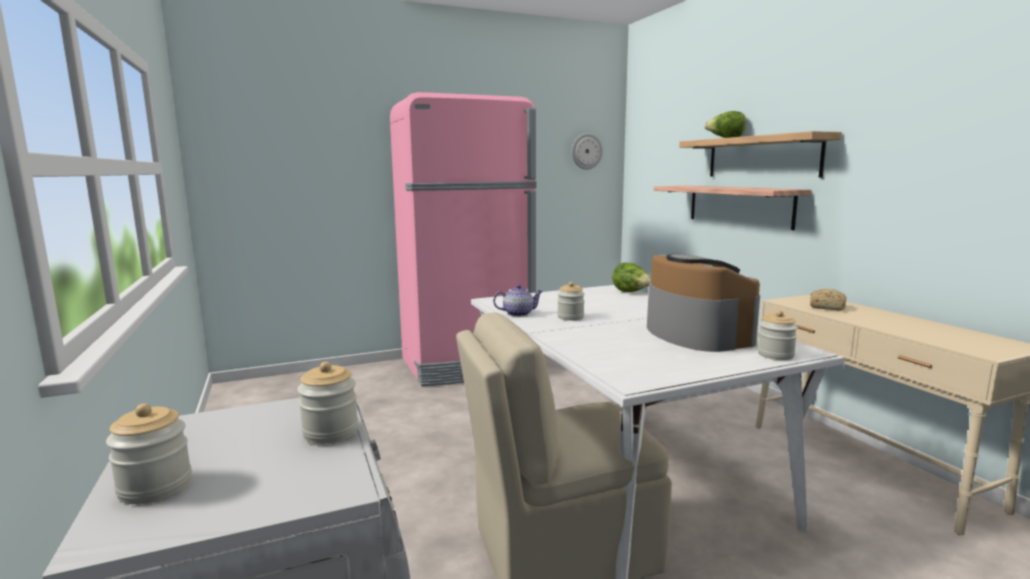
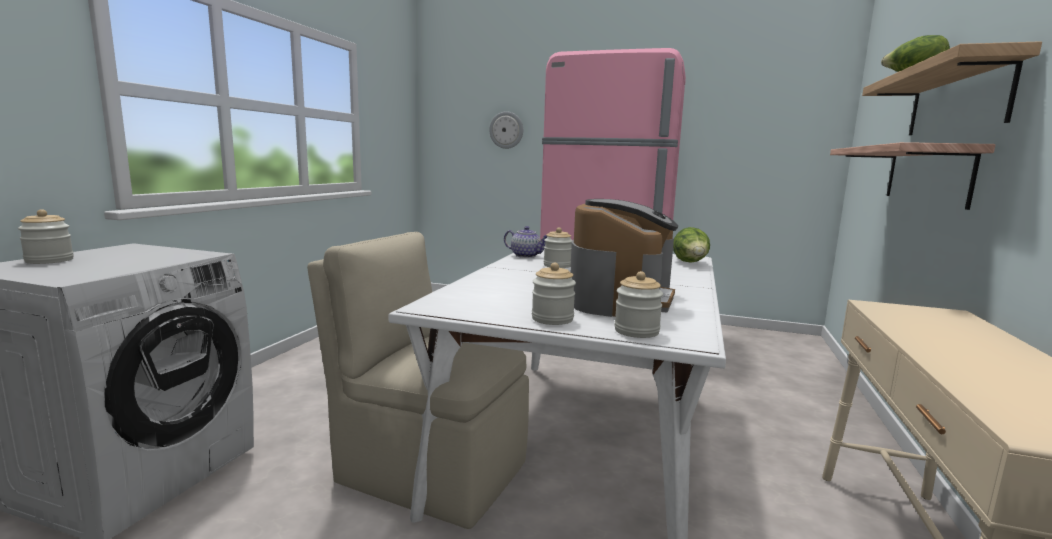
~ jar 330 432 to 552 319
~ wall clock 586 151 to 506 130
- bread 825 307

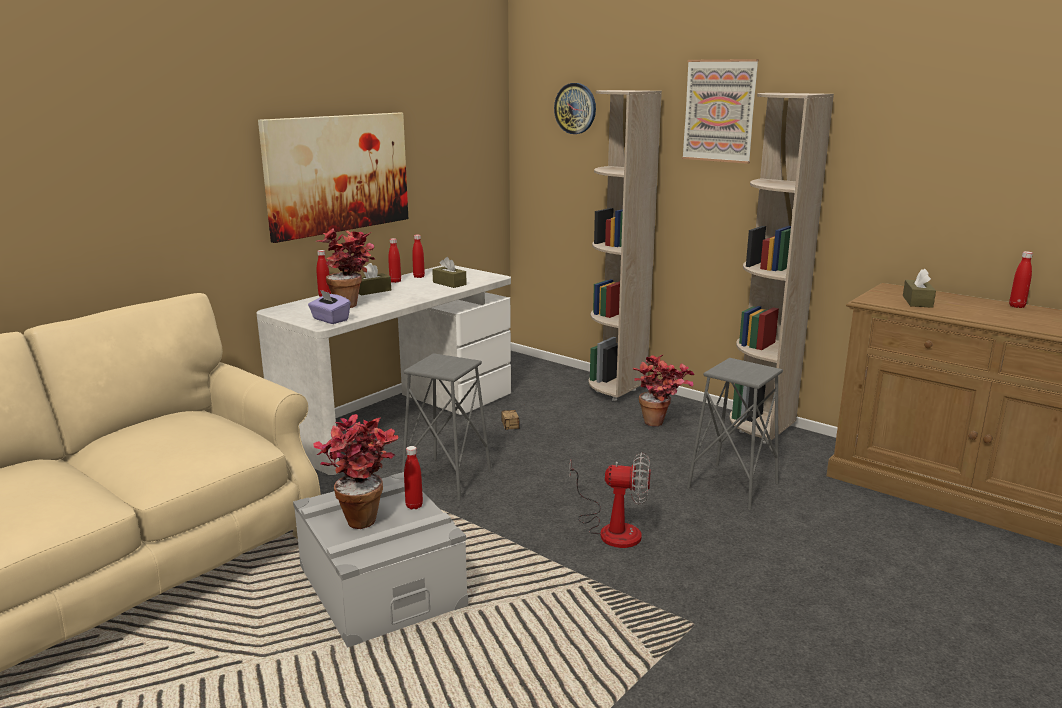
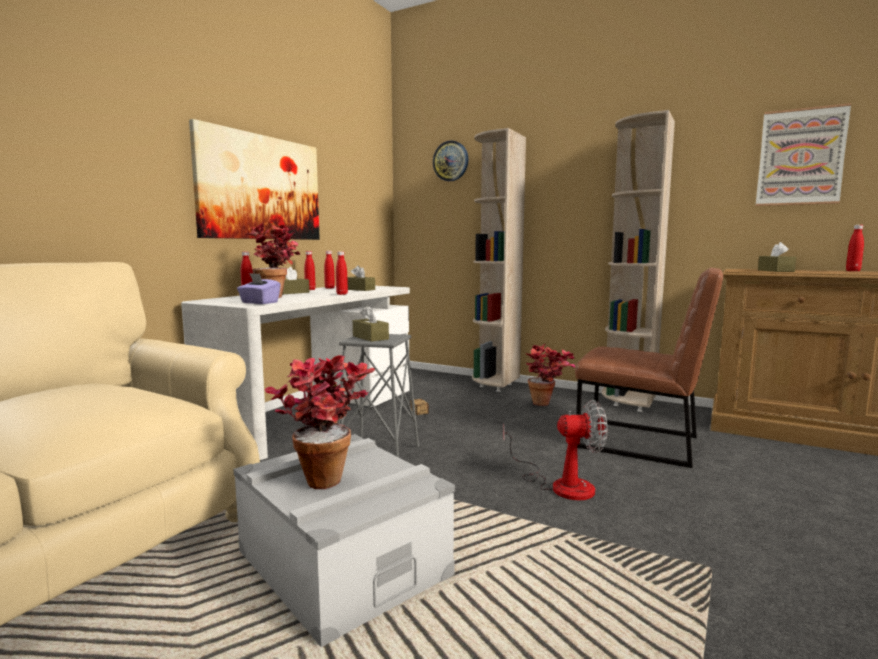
~ bottle/red 414 506 to 342 294
~ picture 719 111 to 800 157
~ stool/grey 732 486 to chair/brown 641 443
+ tissue box/brown 370 337

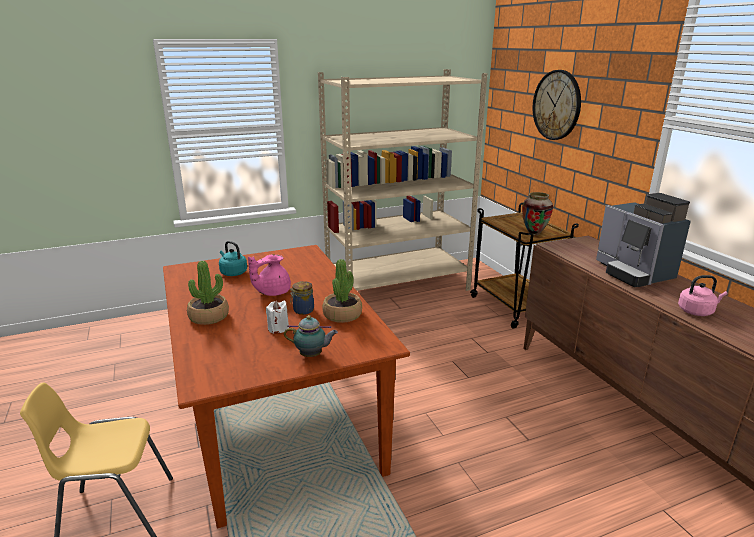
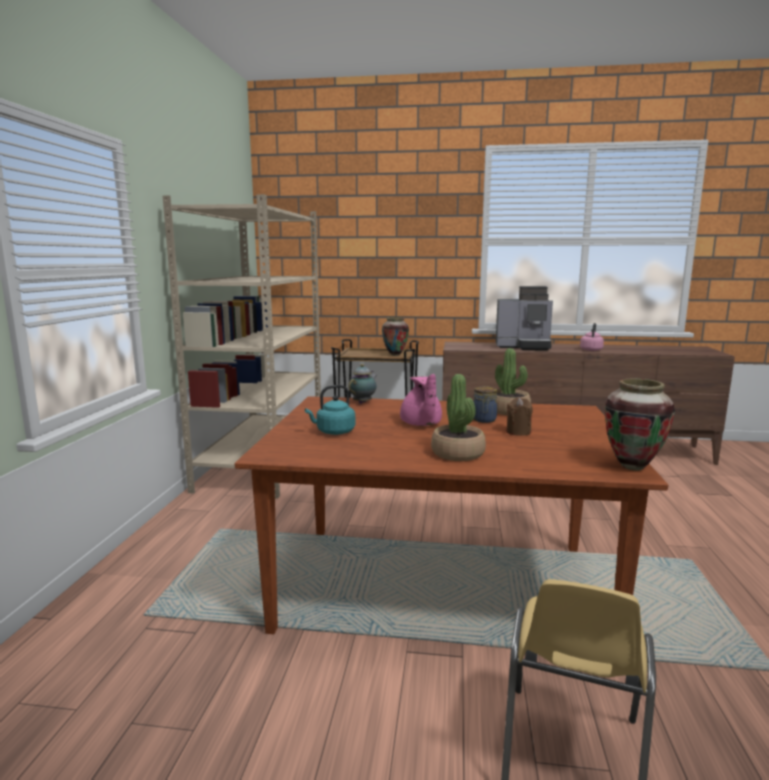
~ candle/white 278 328 to candle/brown 518 432
~ teapot 312 355 to 363 402
- wall clock 557 105
+ vase 632 467

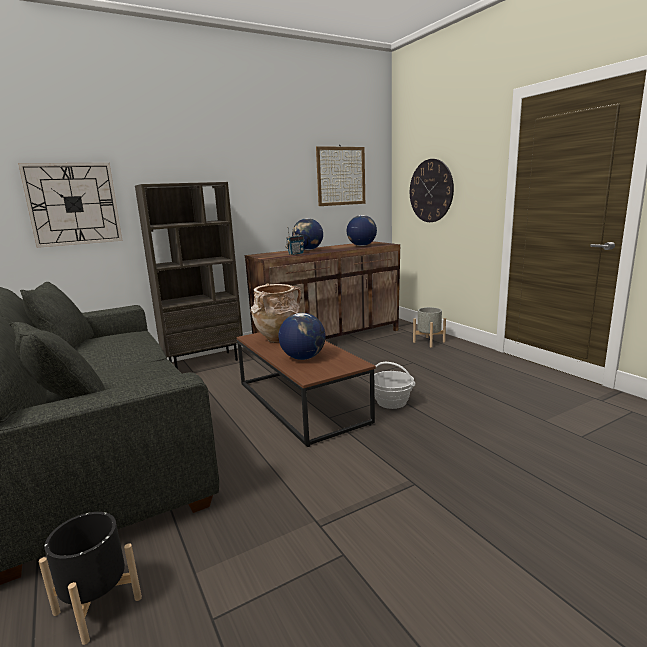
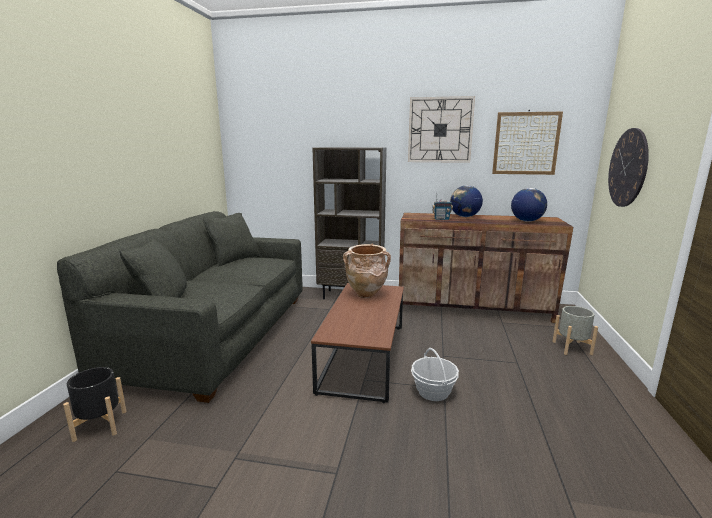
~ wall clock 73 204 to 440 130
- globe 303 358

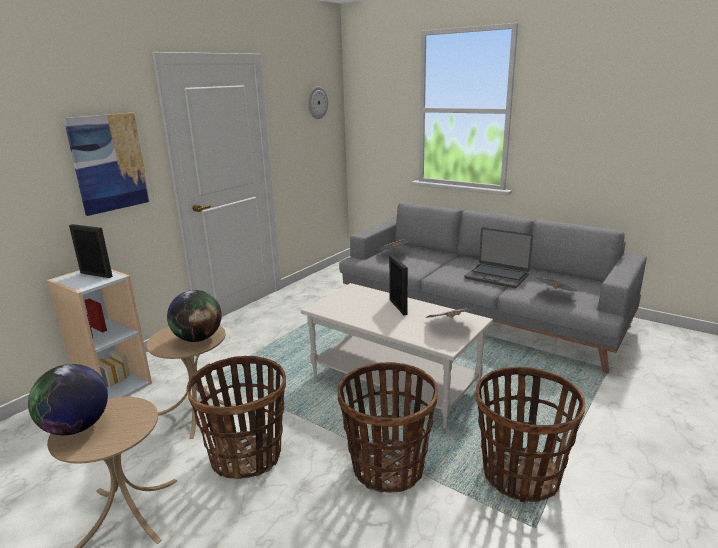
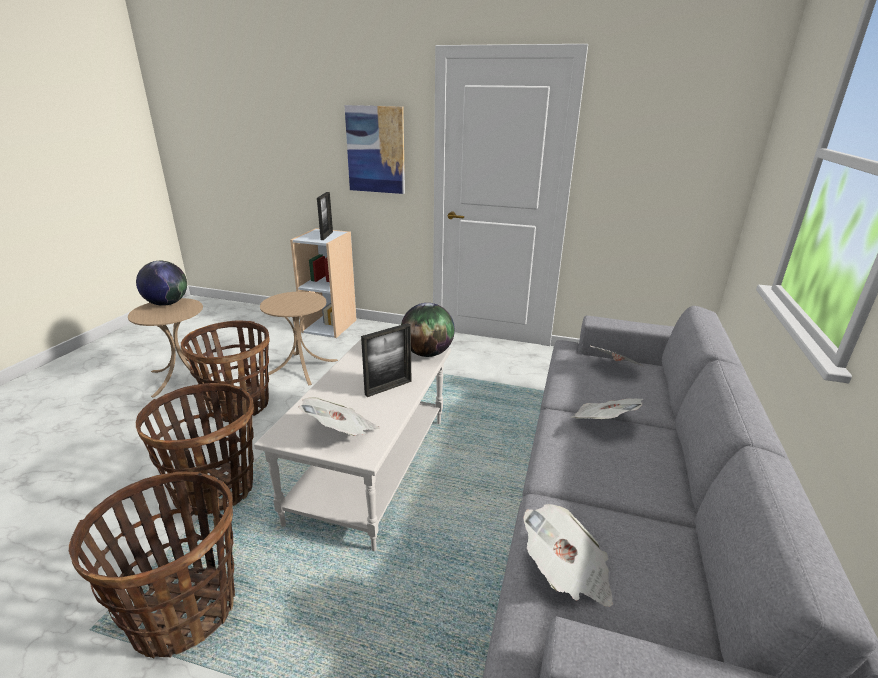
~ globe 198 338 to 427 353
- wall clock 317 102
- laptop 497 276
+ newspaper 602 422

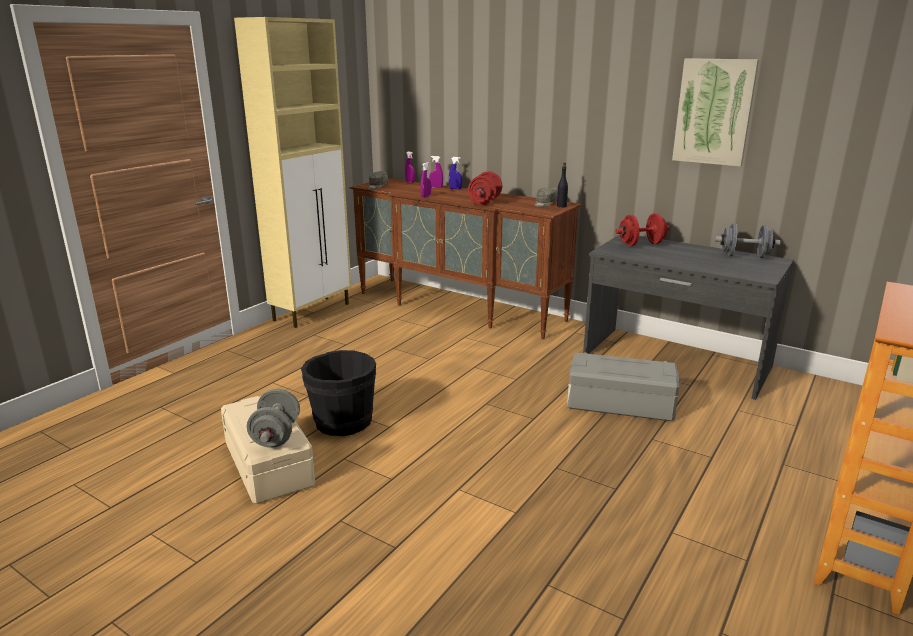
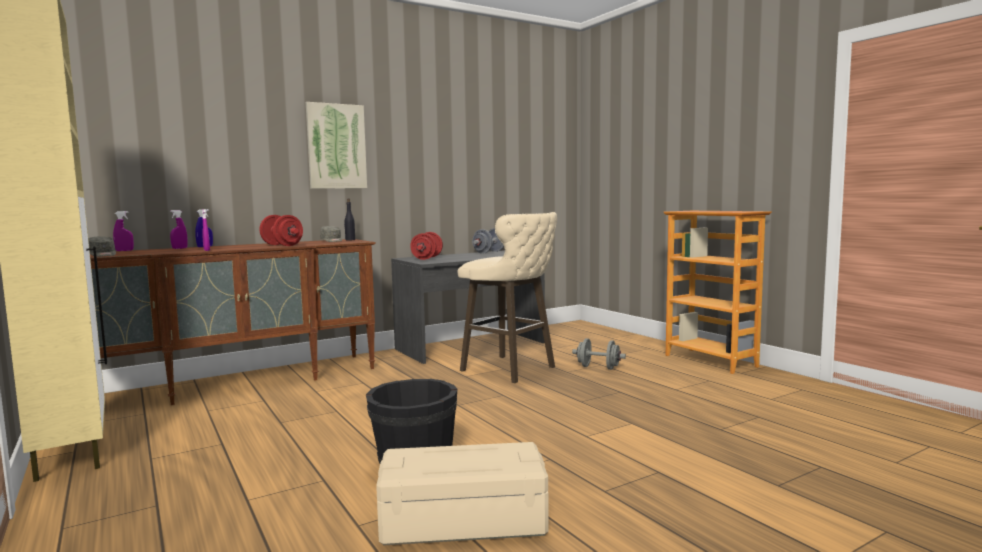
~ dumbbell/grey 276 436 to 598 367
~ storage box/grey 619 404 to stool/beige 511 369
~ picture 714 112 to 336 146

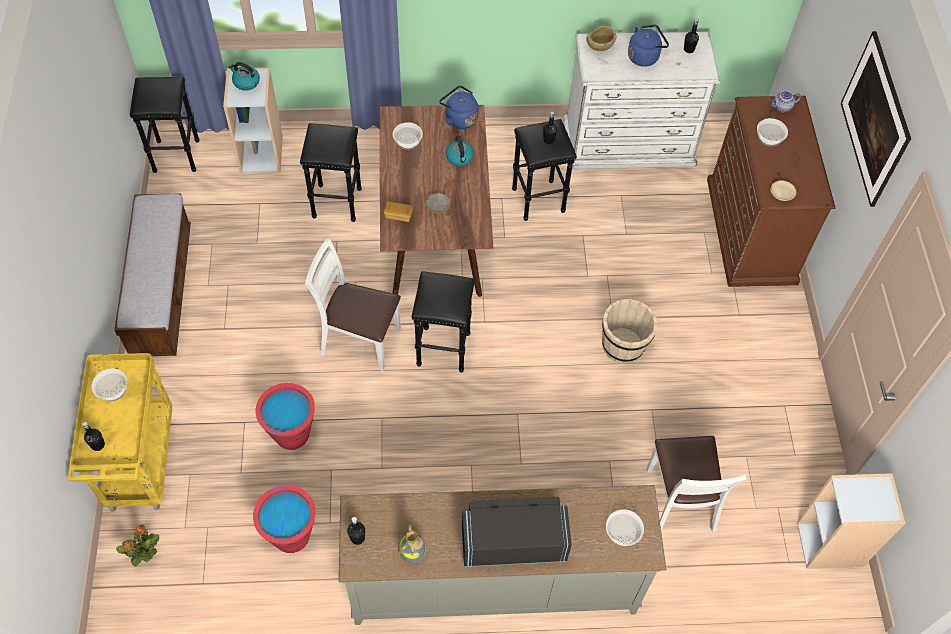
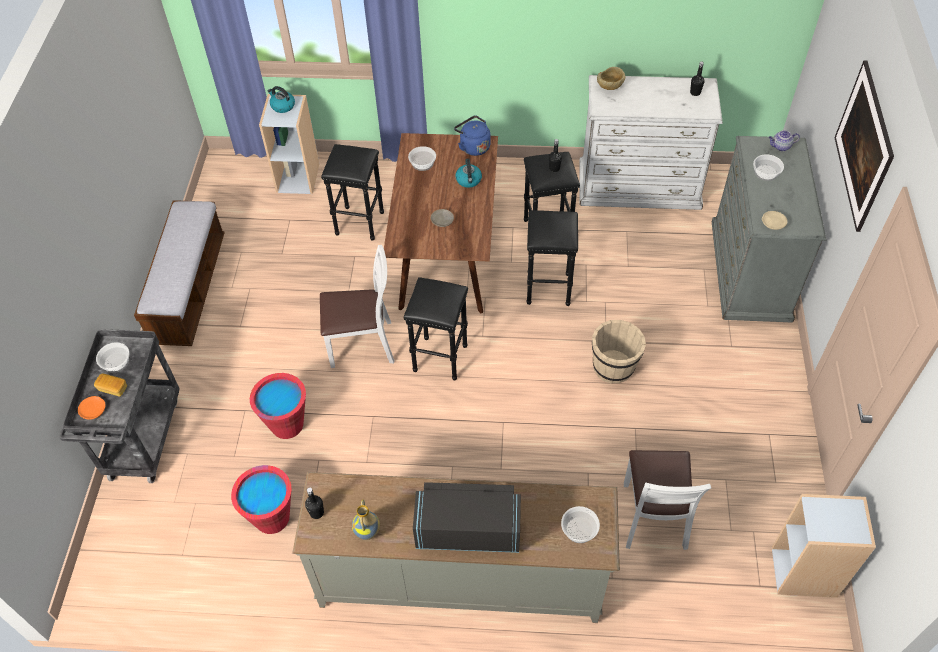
~ cart/yellow 141 467 to cart/grey 144 443
~ bottle/black 98 445 to plate/orange 93 410
- potted plant 145 554
~ stool/black 177 156 to 549 289
~ chair/white 359 340 = 362 344 150 degrees clockwise
~ bread 398 215 to 113 388
- kettle/blue 644 56
~ dresser/brown 751 231 to dresser/grey 751 270

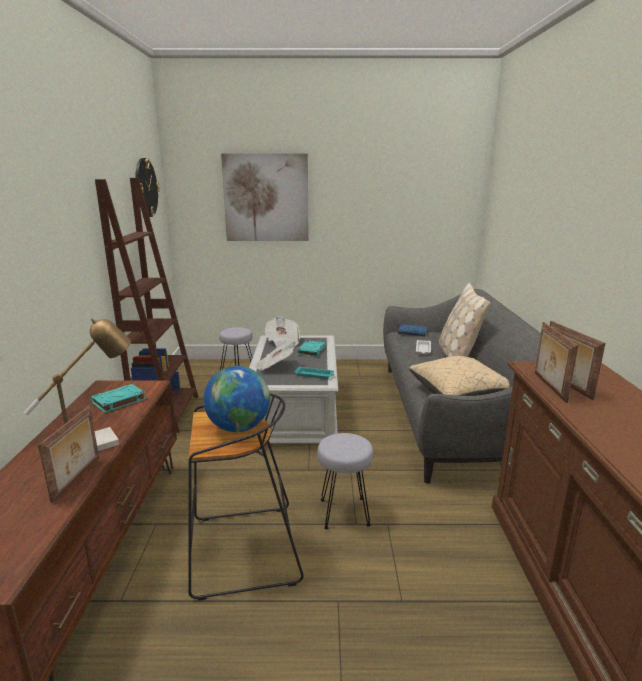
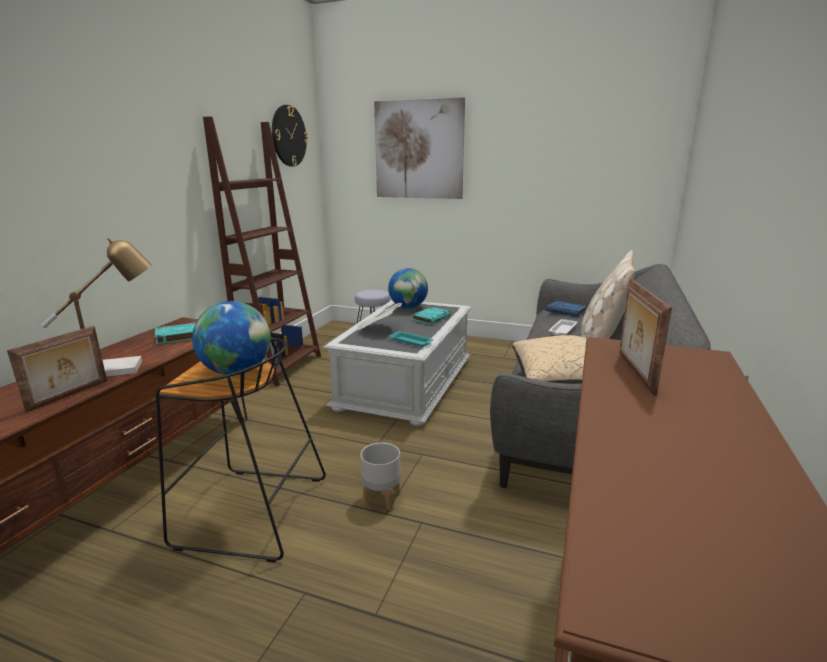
~ newspaper 282 342 to globe 408 307
~ stool/grey 343 512 to planter/grey 381 498
- picture frame 548 386

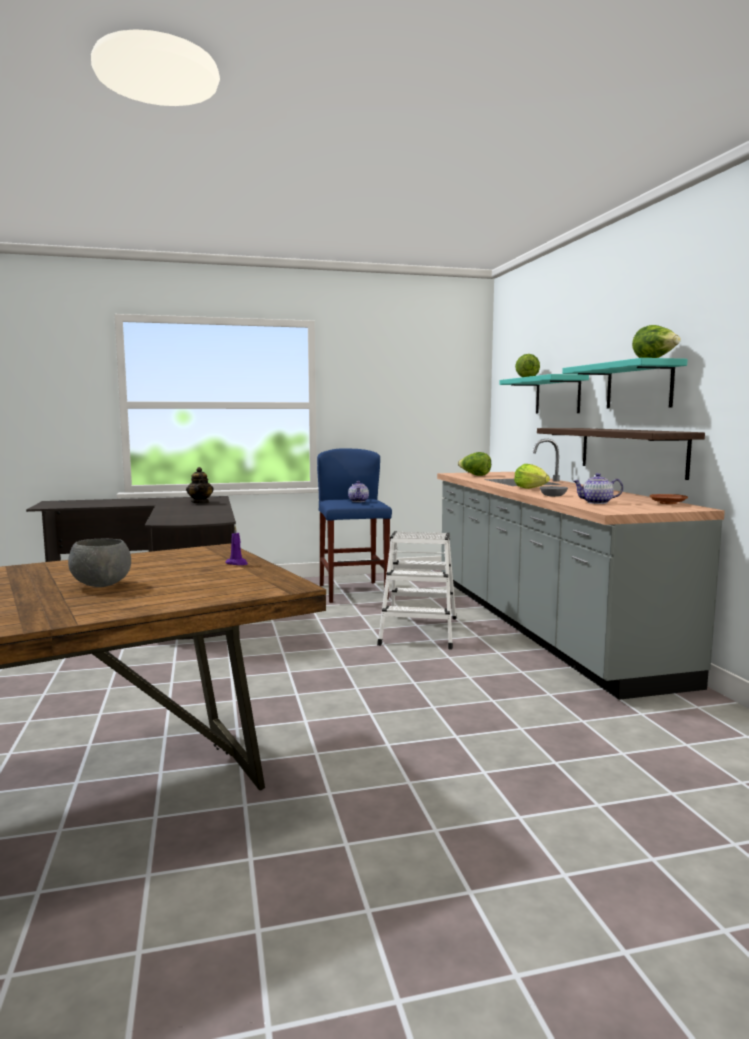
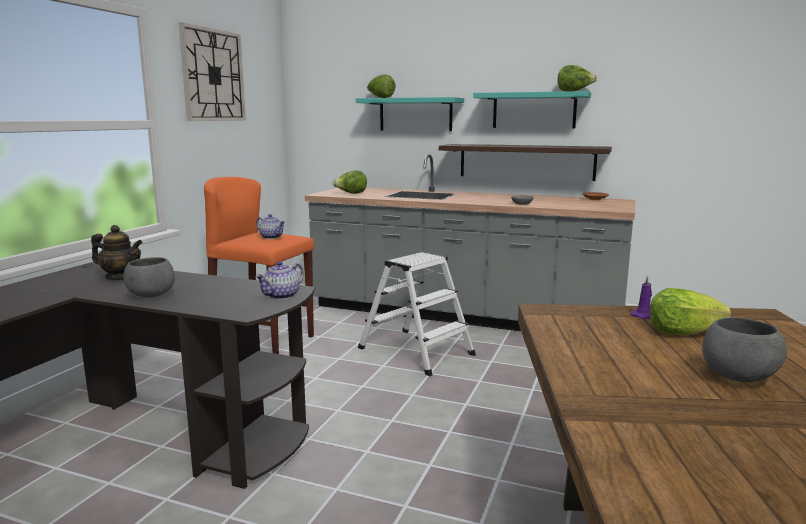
~ stool/blue 353 592 to stool/orange 263 341
~ lettuce 530 488 to 682 332
~ teapot 596 502 to 282 296
+ bowl/grey 151 295
+ wall clock 213 75

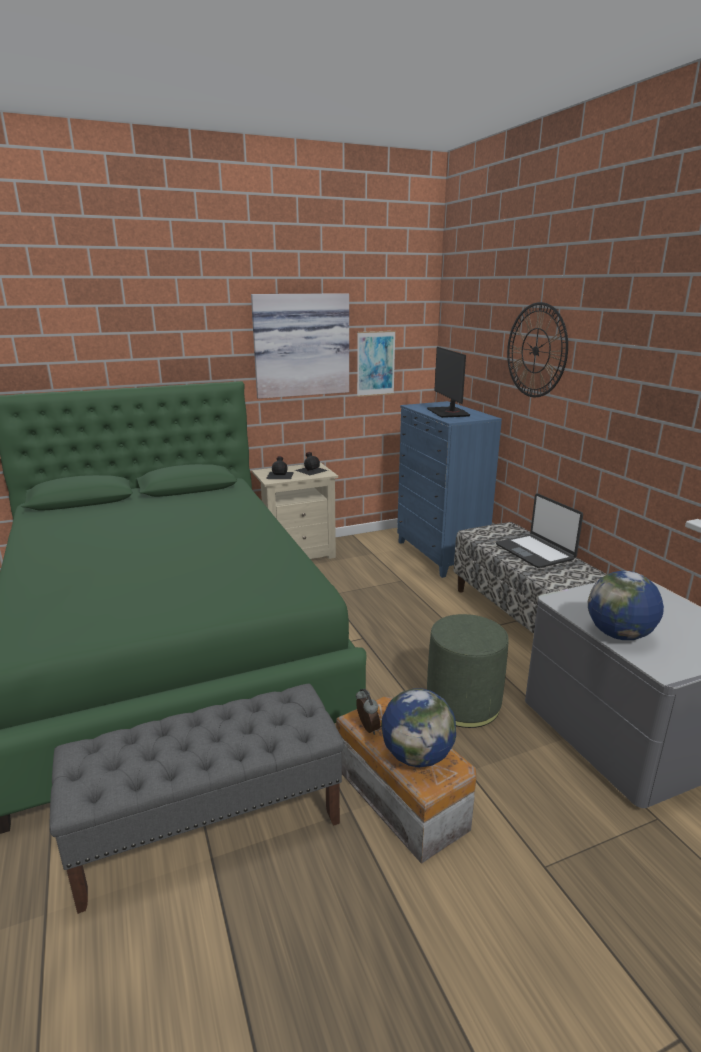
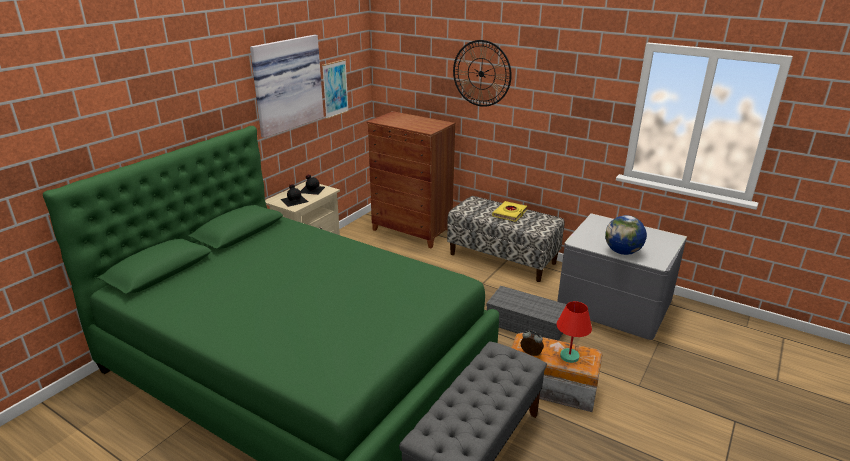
~ globe 417 756 to table lamp/red 569 356
~ dresser/blue 439 555 to dresser/brown 411 232
- monitor 448 412
~ ottoman/green 463 703 to storage box/grey 527 324
~ laptop 535 552 to book/yellow 510 214

